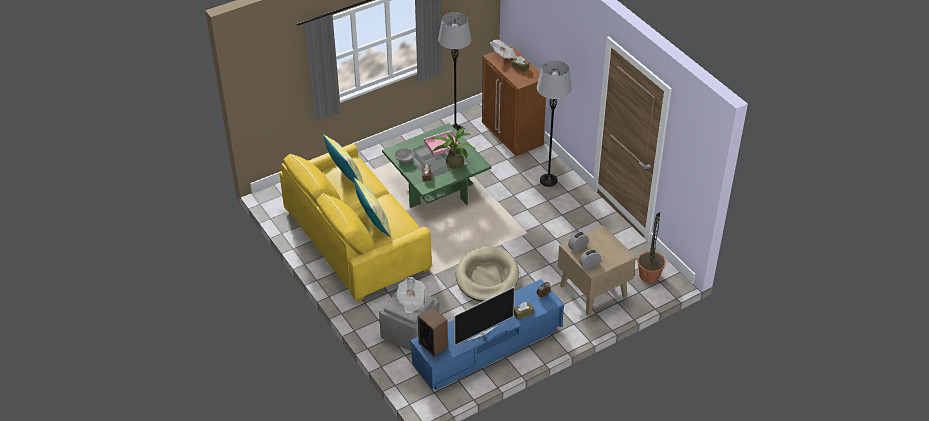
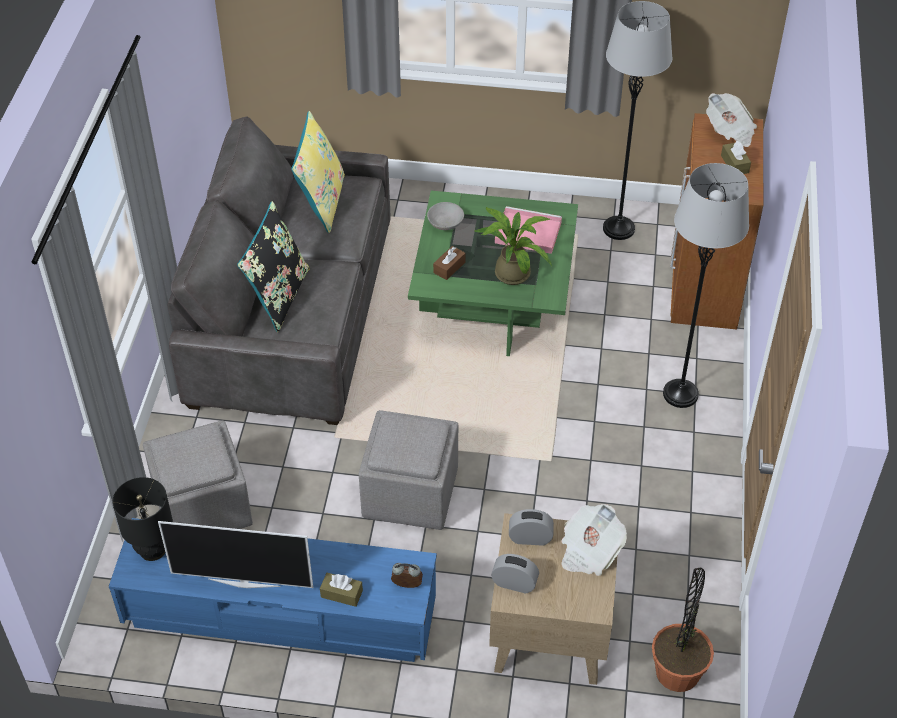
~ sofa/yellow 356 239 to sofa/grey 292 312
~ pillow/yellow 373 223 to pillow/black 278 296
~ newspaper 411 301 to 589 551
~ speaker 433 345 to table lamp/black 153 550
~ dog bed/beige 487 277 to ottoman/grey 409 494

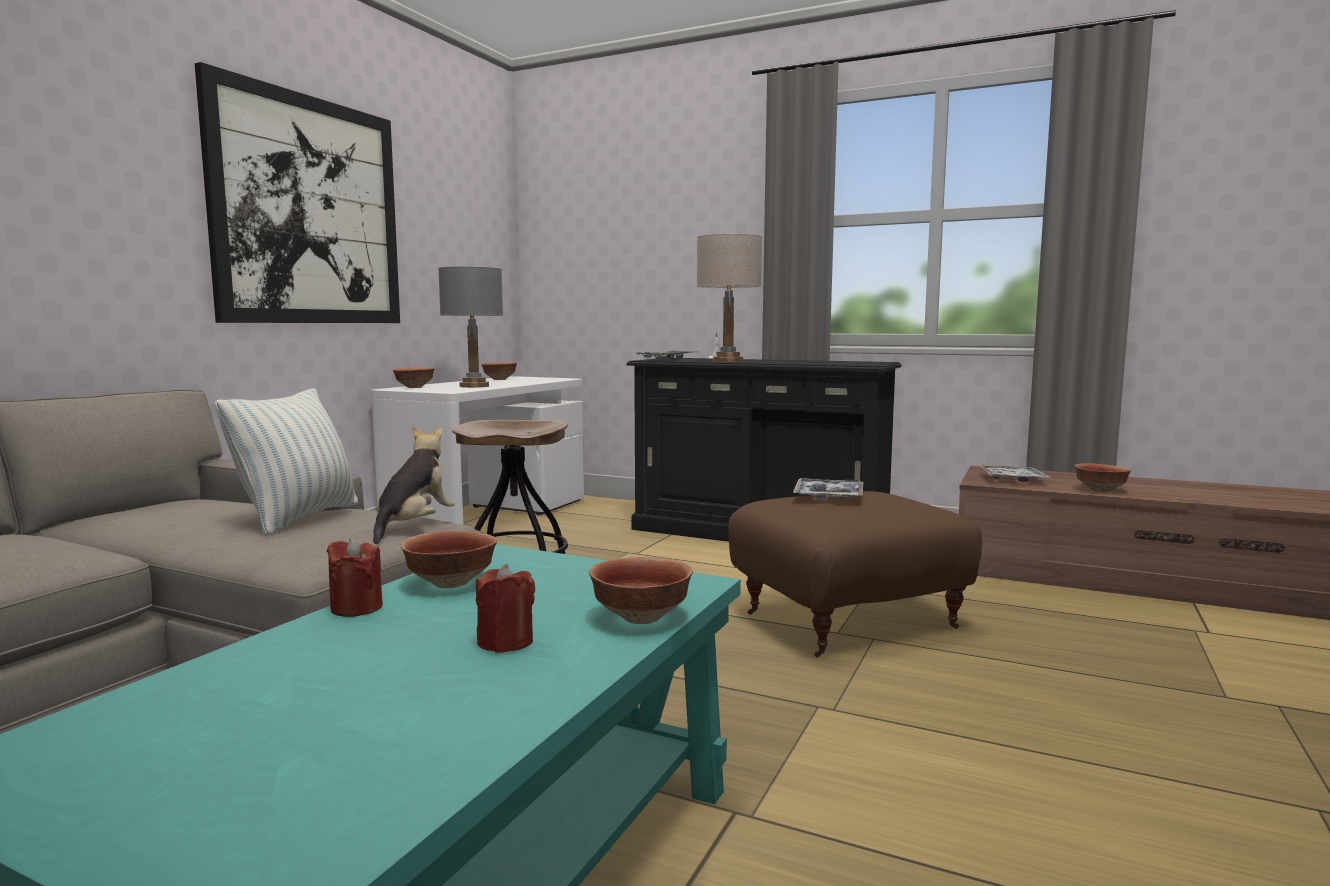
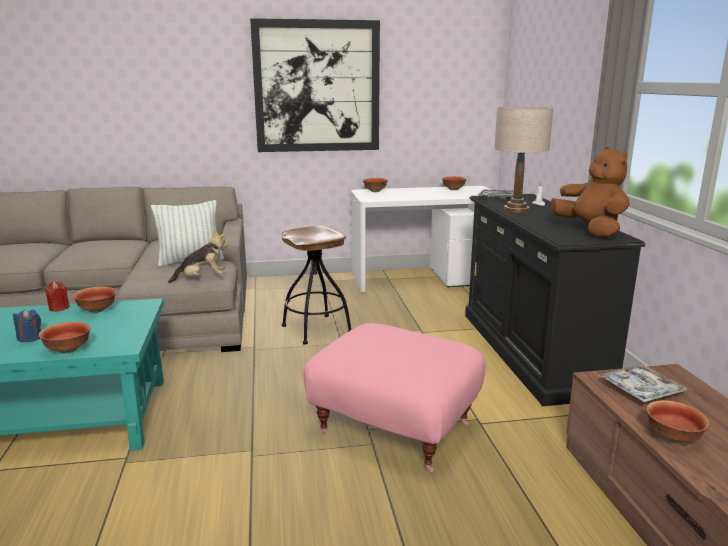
- table lamp/grey 474 386
~ candle/red 505 642 to candle/blue 30 338
~ ottoman/brown 848 619 to ottoman/pink 396 427
- tray 828 497
+ plush toy/brown 590 231

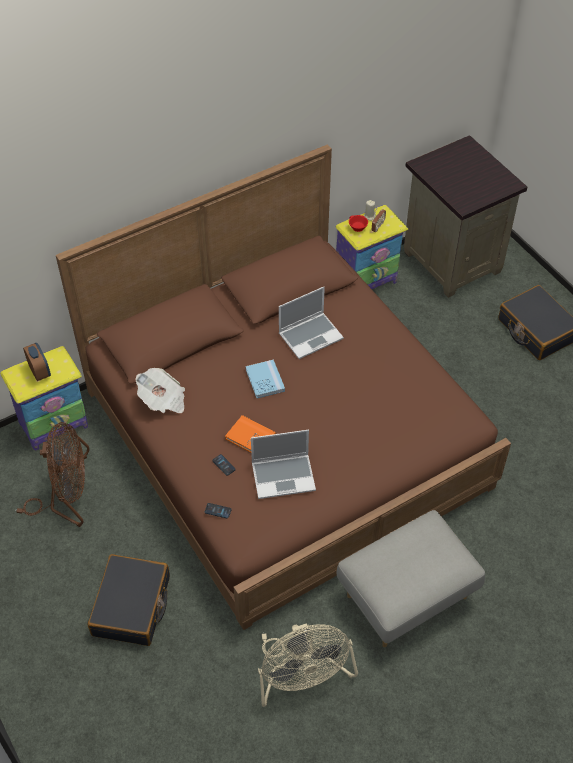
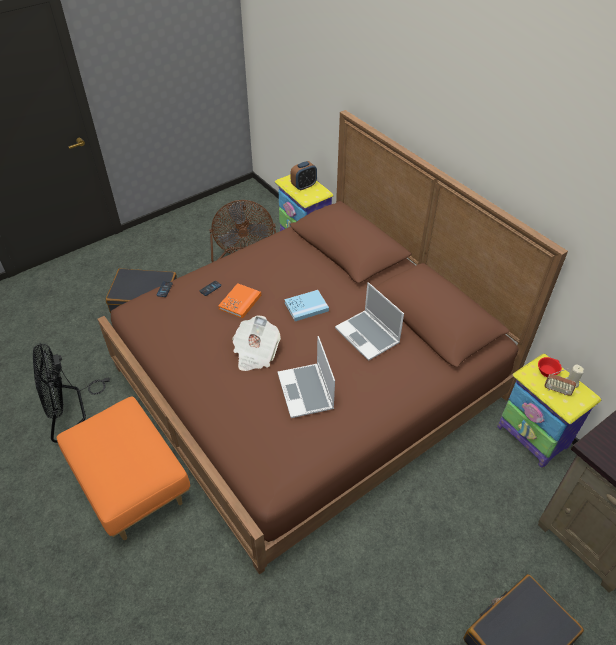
~ newspaper 163 400 to 255 353
~ laptop 284 476 to 306 392
~ fan/beige 298 674 to fan/black 70 405
~ ottoman/grey 406 595 to ottoman/orange 133 485

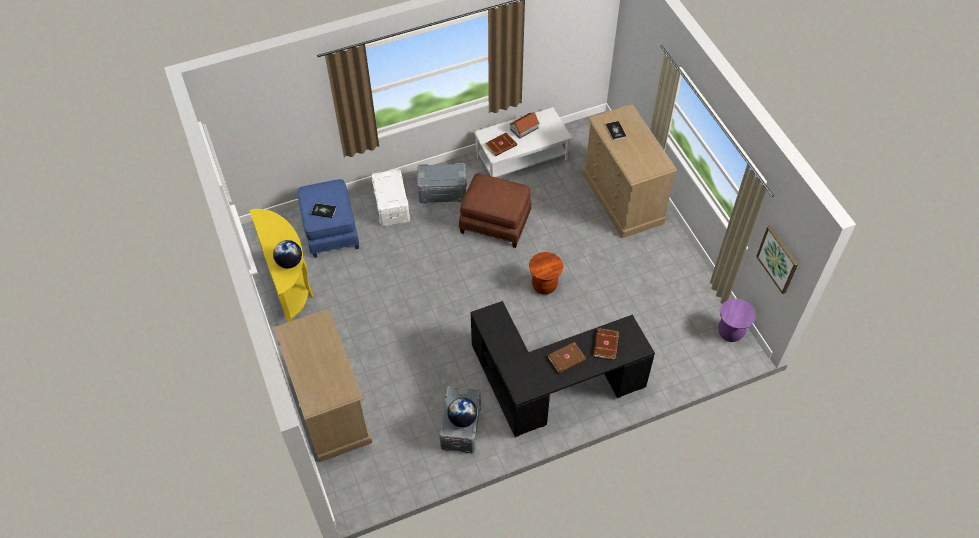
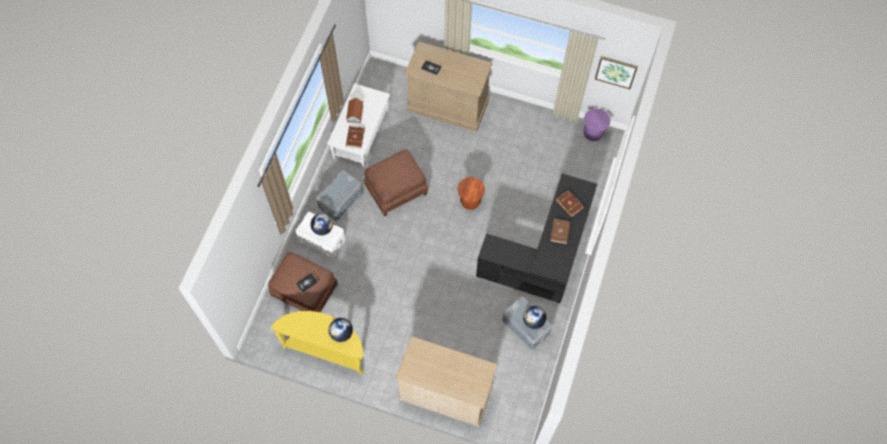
~ ottoman/blue 330 230 to ottoman/brown 304 292
+ globe 323 229

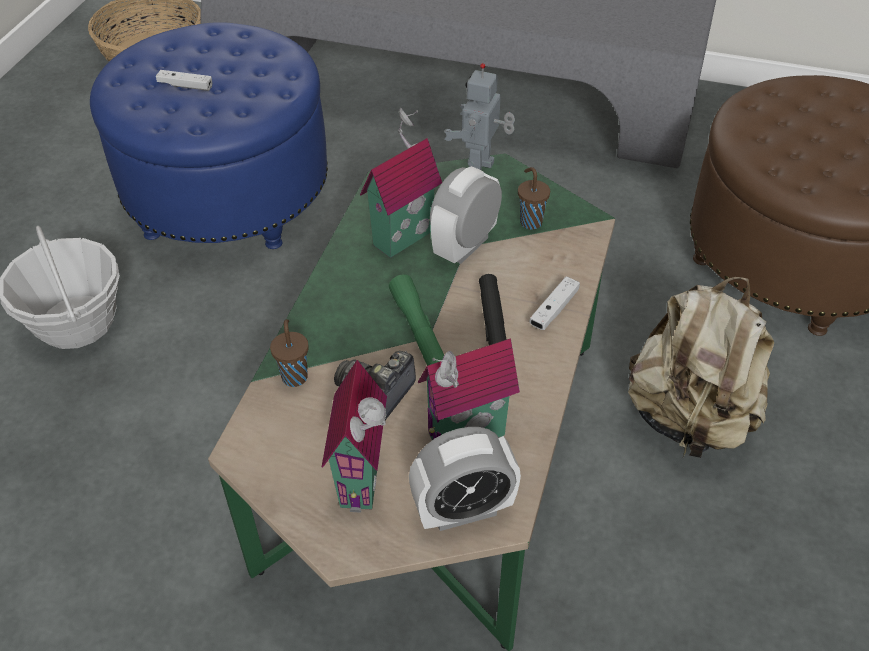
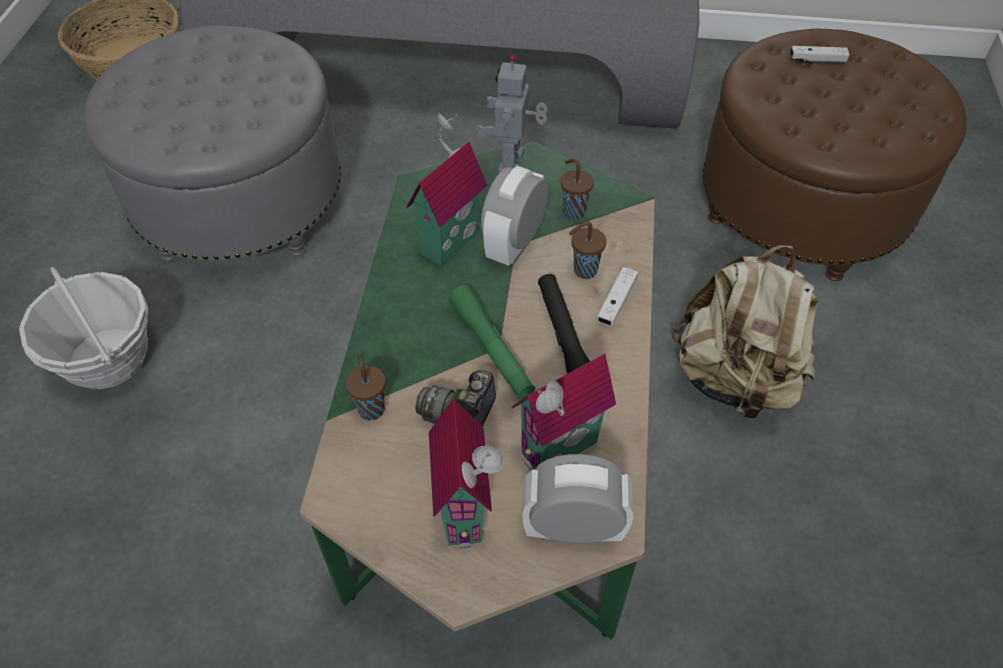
~ ottoman/blue 229 198 to ottoman/grey 242 206
~ game controller/white 185 86 to 817 60
~ alarm clock 463 510 = 573 529 150 degrees counterclockwise
+ cup/brown 583 271

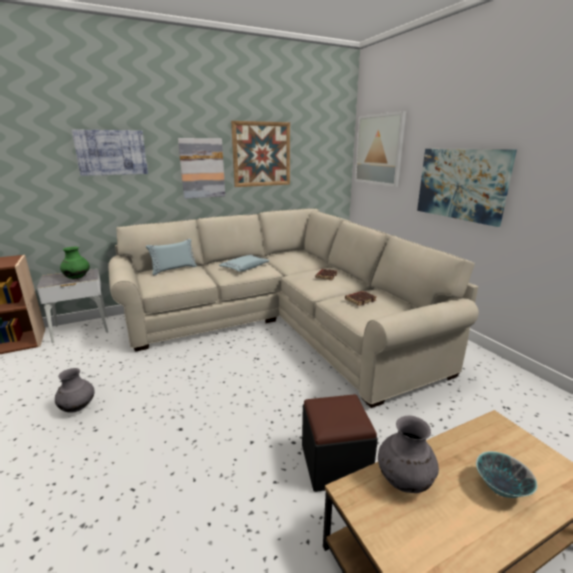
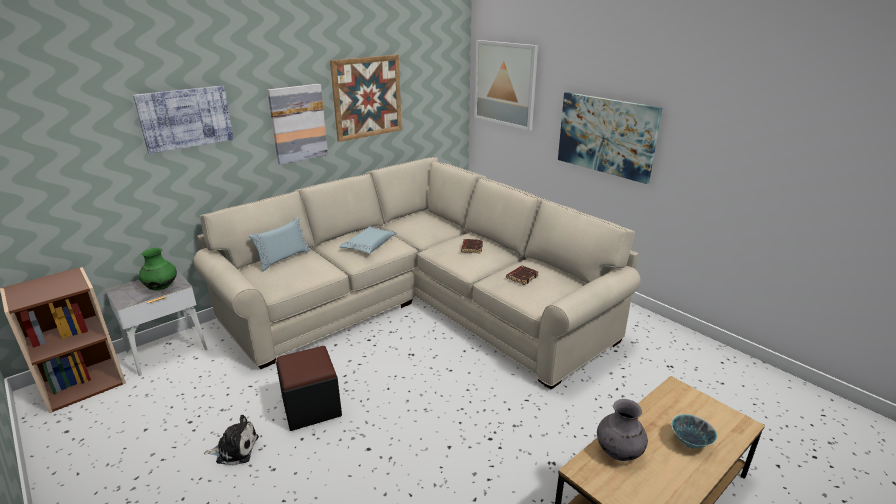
~ vase/grey 78 407 to plush toy 235 449
~ ottoman/black 335 463 to 311 407

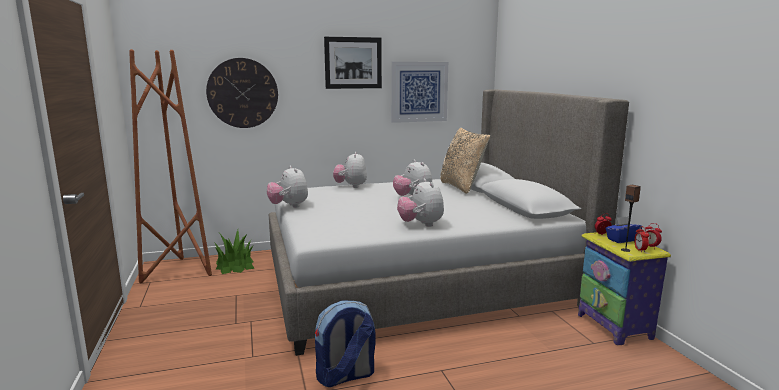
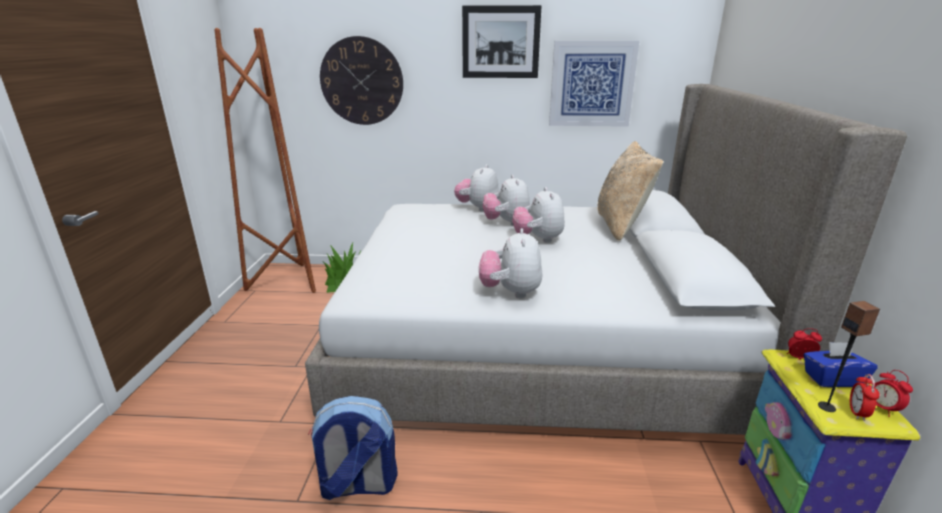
~ plush toy 289 206 to 506 223

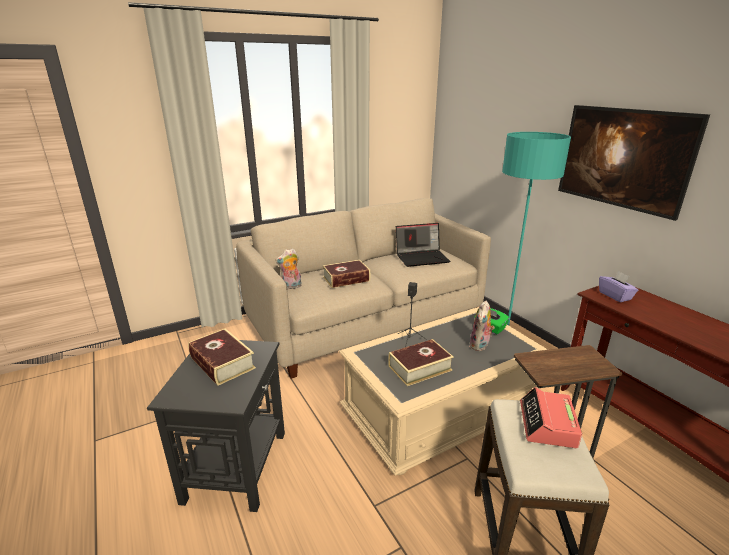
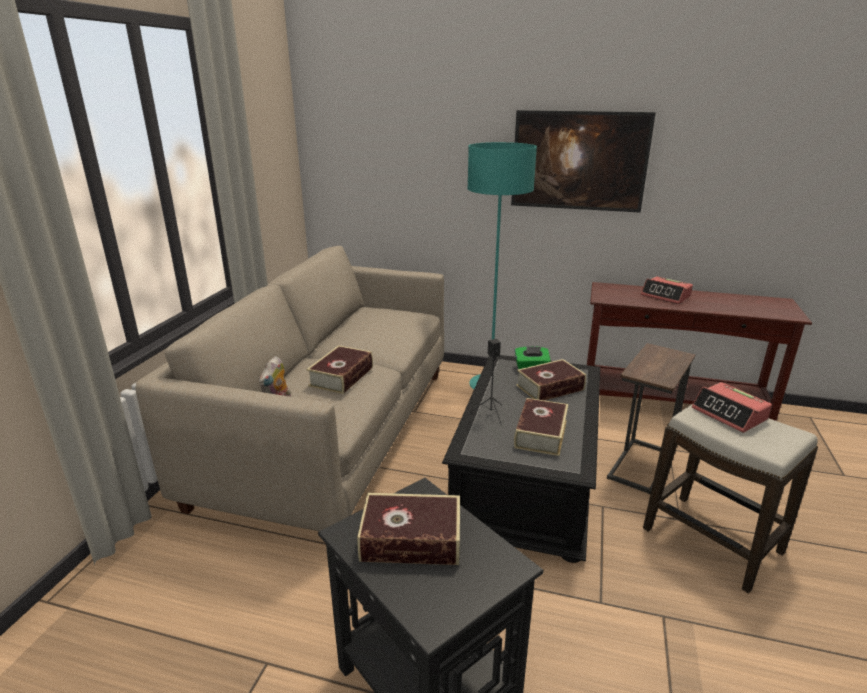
~ coffee table/beige 440 408 to coffee table/black 526 477
- laptop 422 257
~ plush toy 480 345 to book 550 387
- tissue box/purple 615 296
+ alarm clock 666 296

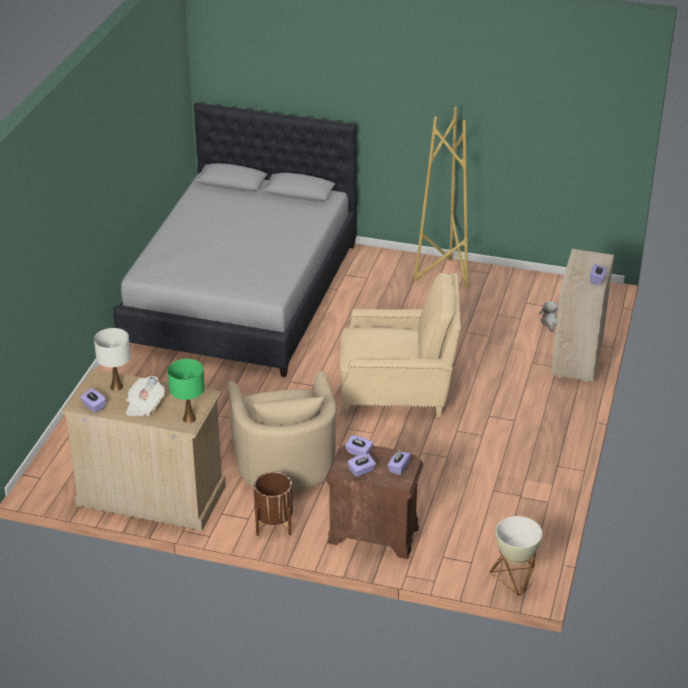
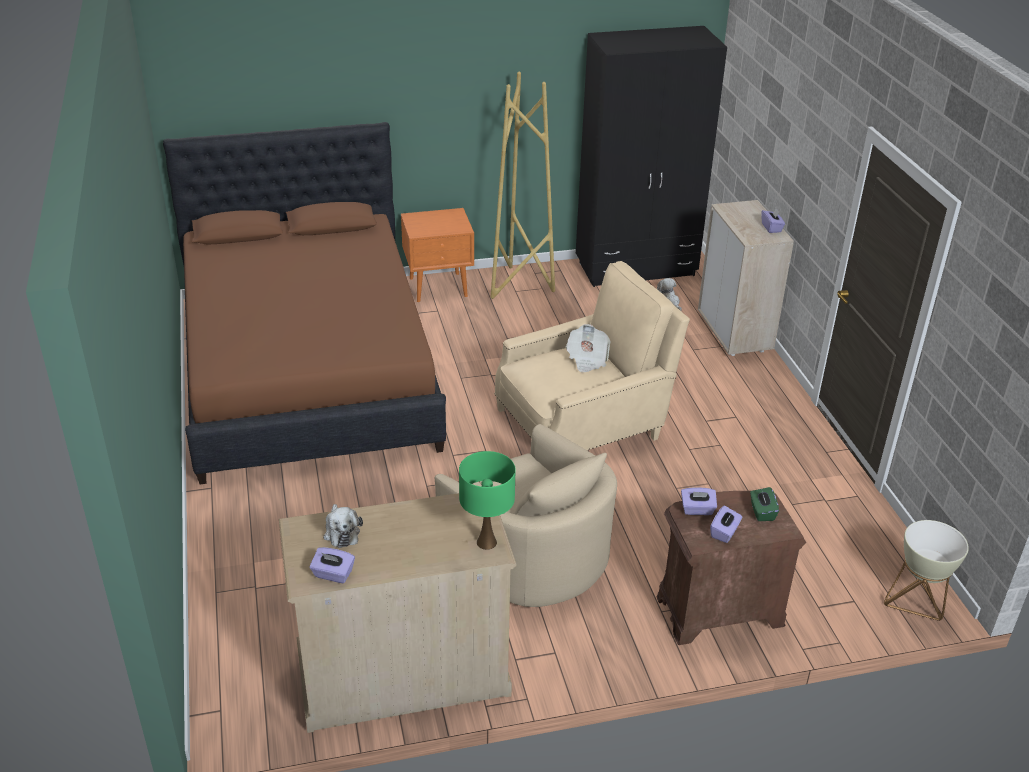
~ table lamp/white 117 386 to plush toy 341 532
~ bed/grey 243 294 to bed/brown 308 369
~ newspaper 144 406 to 587 359
- planter/brown 274 523
~ tissue box/purple 398 468 to tissue box/green 762 512
+ nightstand/orange 439 287
+ wardrobe/black 636 268

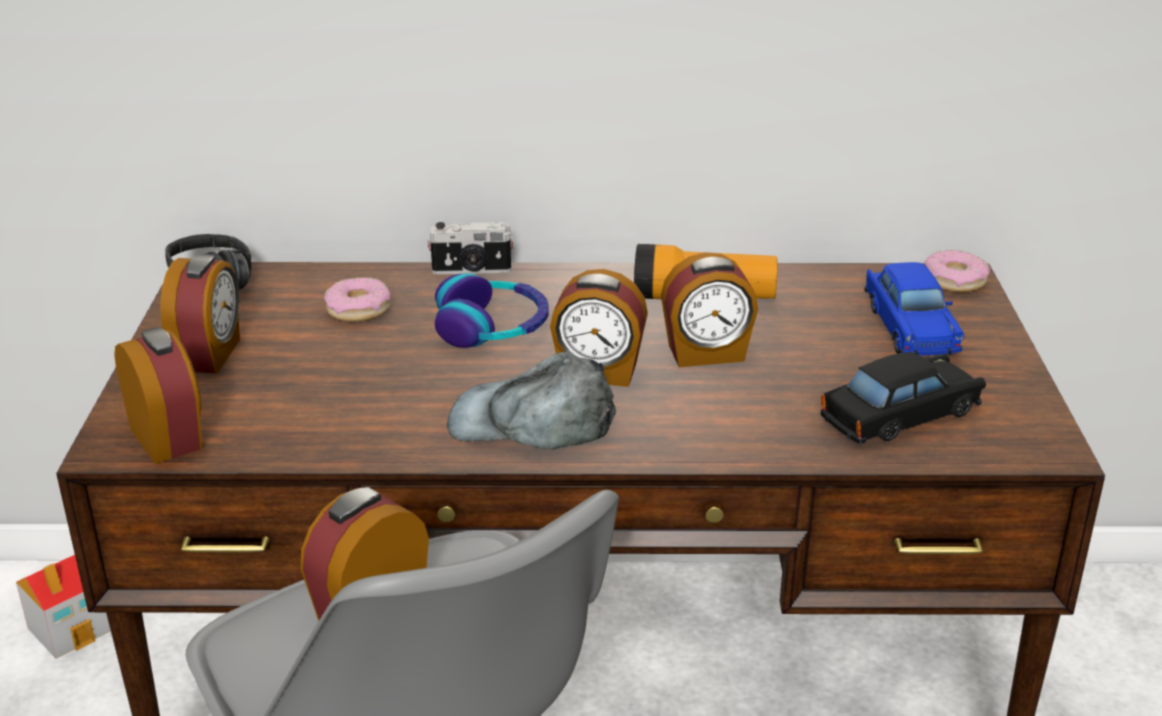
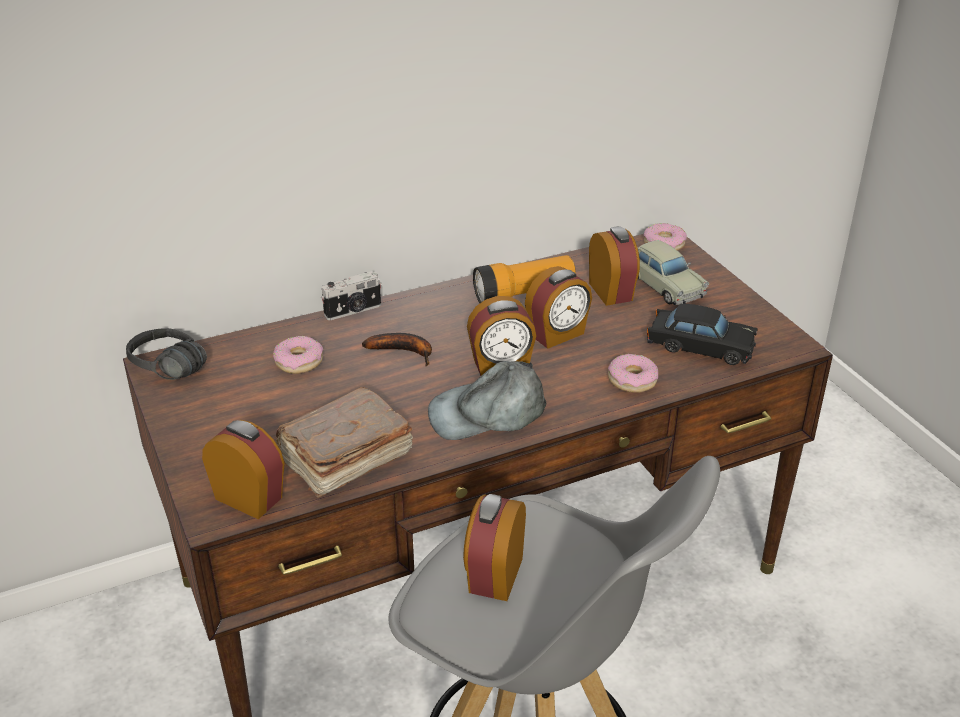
- toy house 71 628
~ alarm clock 209 355 to 612 292
~ headphones 492 328 to banana 404 351
~ toy car/black 899 415 = 700 346 75 degrees clockwise
~ toy car/blue 909 327 to toy car/beige 662 283
+ book/brown 344 459
+ donut 632 380

